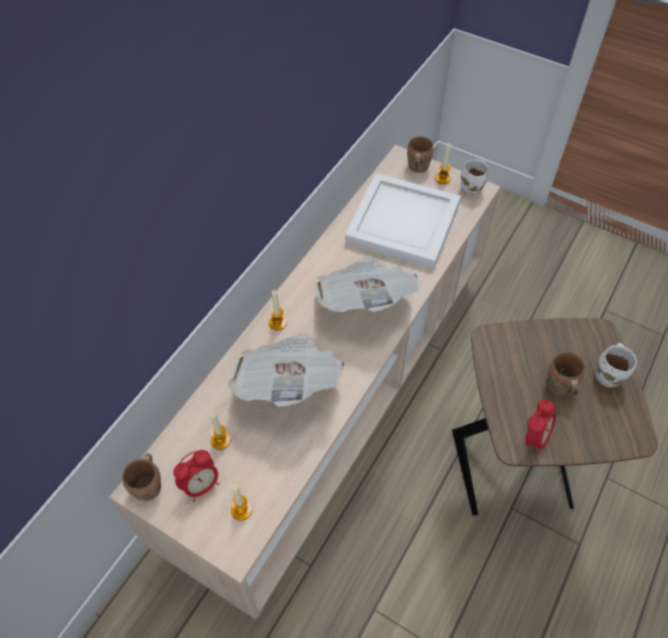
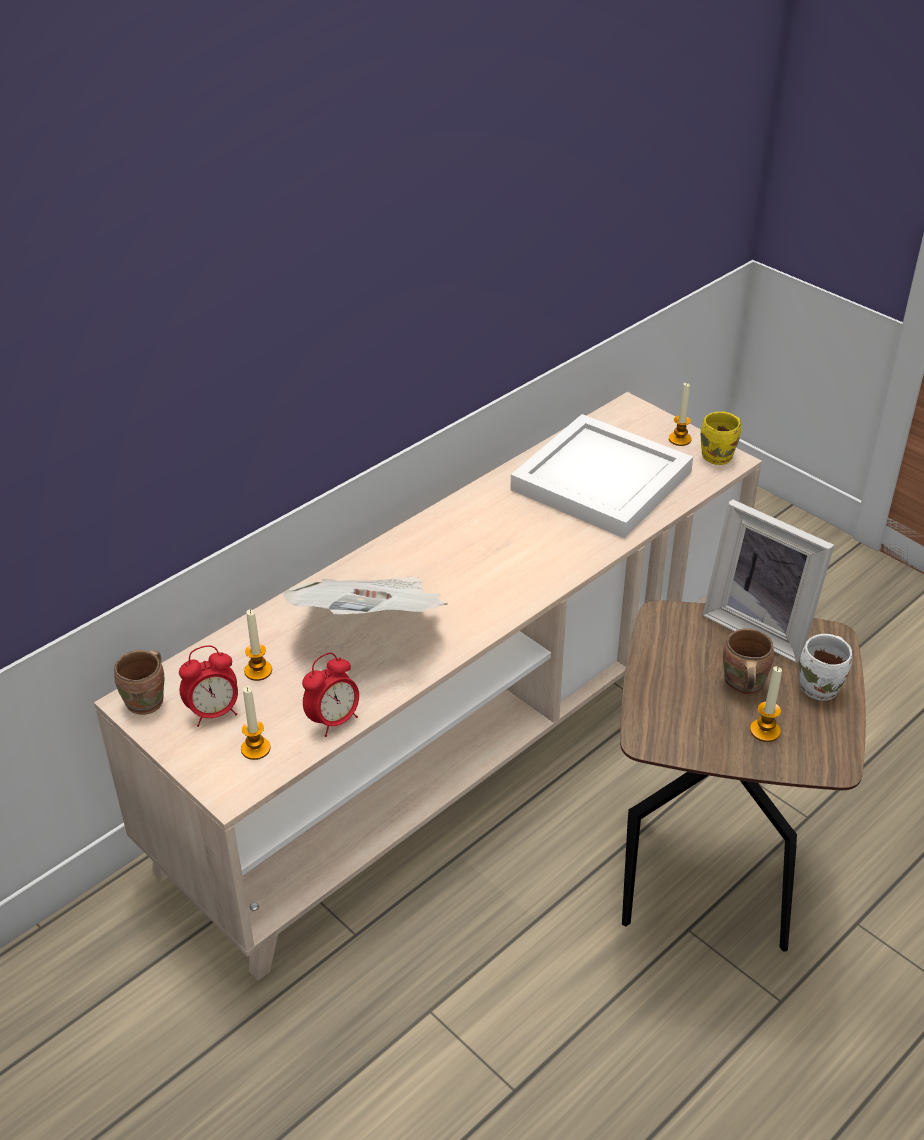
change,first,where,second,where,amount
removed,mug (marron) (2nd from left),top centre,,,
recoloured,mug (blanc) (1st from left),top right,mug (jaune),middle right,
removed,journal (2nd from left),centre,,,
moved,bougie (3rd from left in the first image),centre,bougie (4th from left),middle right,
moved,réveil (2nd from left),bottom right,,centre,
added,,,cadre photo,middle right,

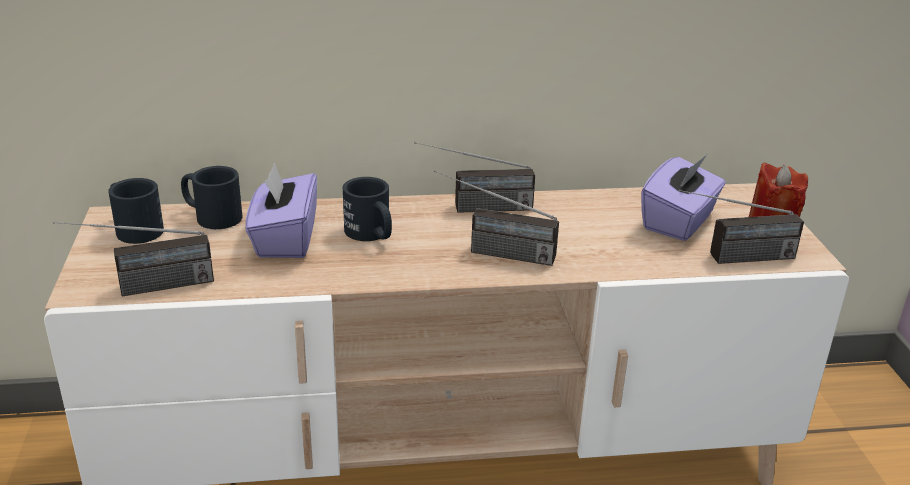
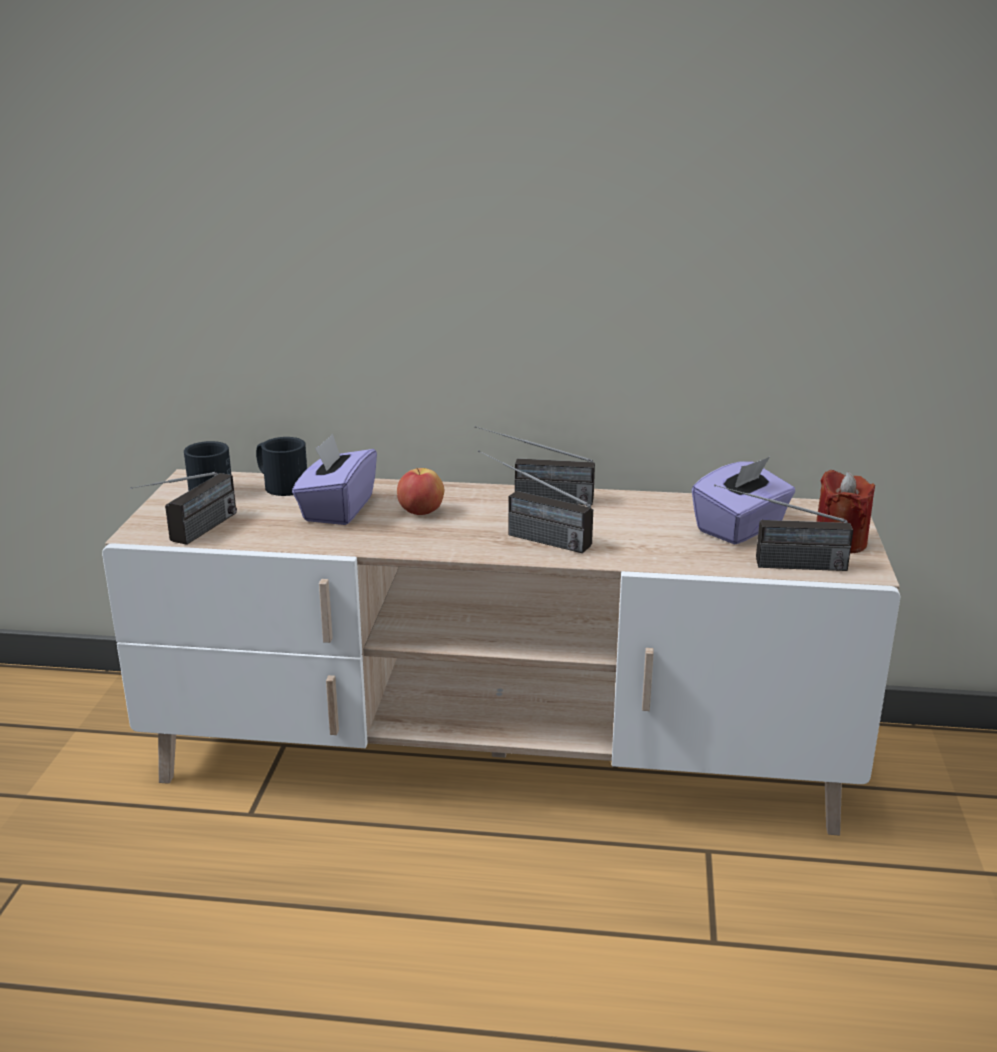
change,first,where,second,where,amount
replaced,mug (noir) (3rd from left),centre,pomme,centre,
turned,radio (1st from left),middle left,,middle left,60 degrees counterclockwise

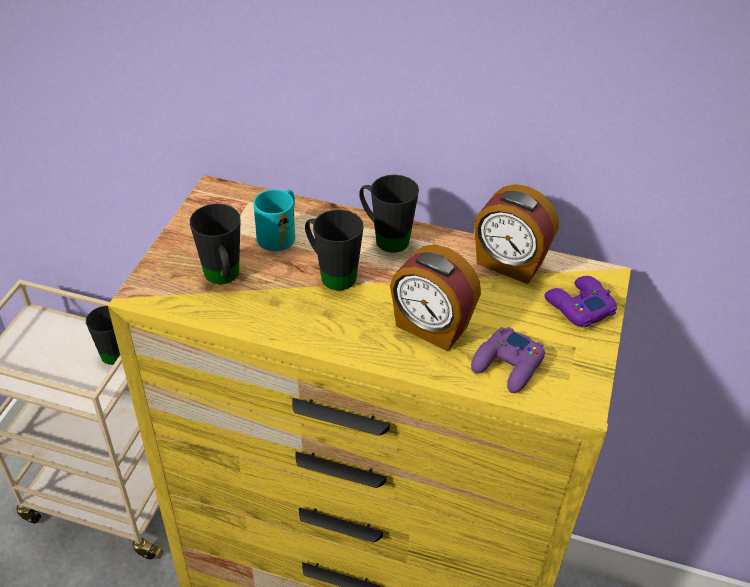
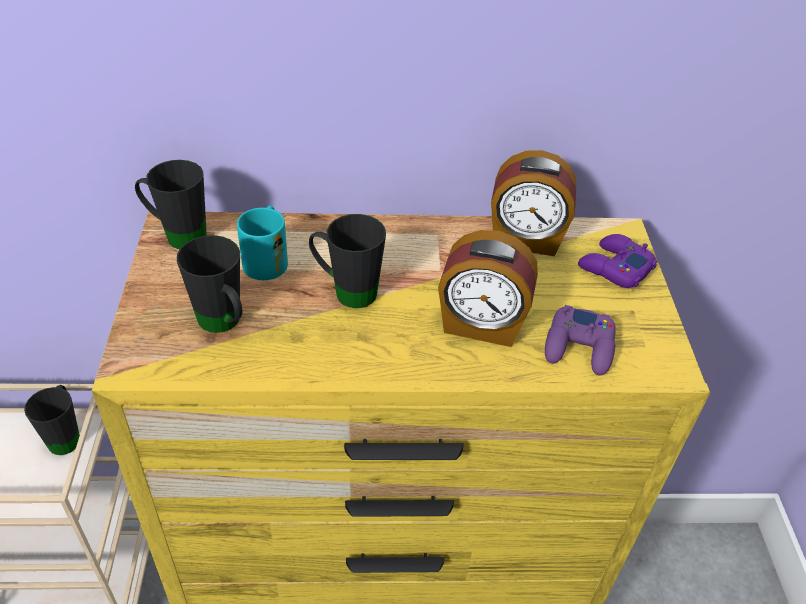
change,first,where,second,where,amount
moved,mug (noir) (4th from left in the first image),centre,mug (noir) (2nd from left),middle left,

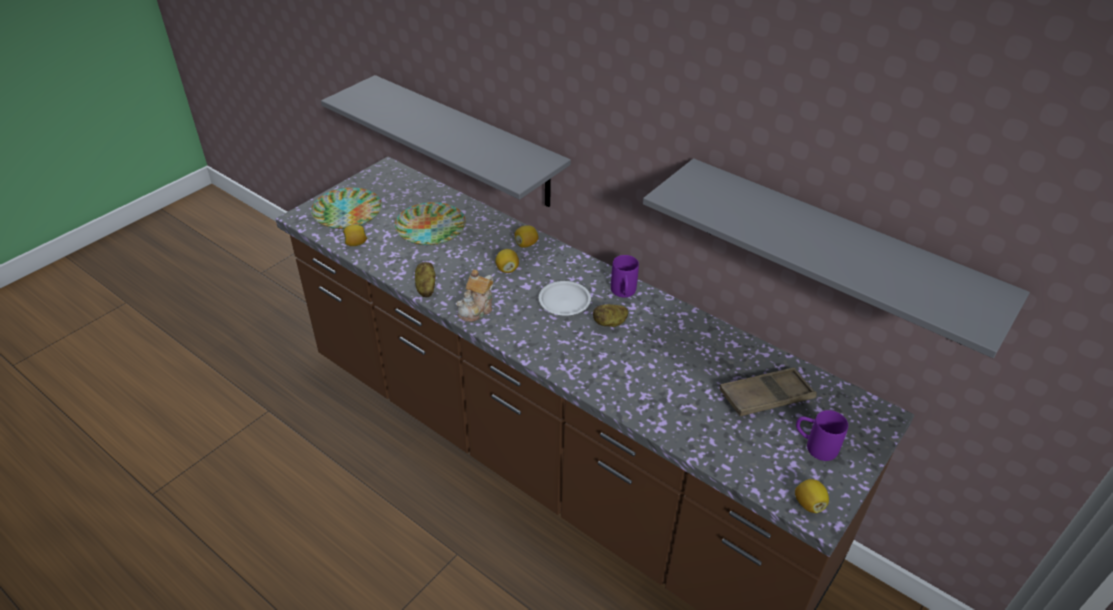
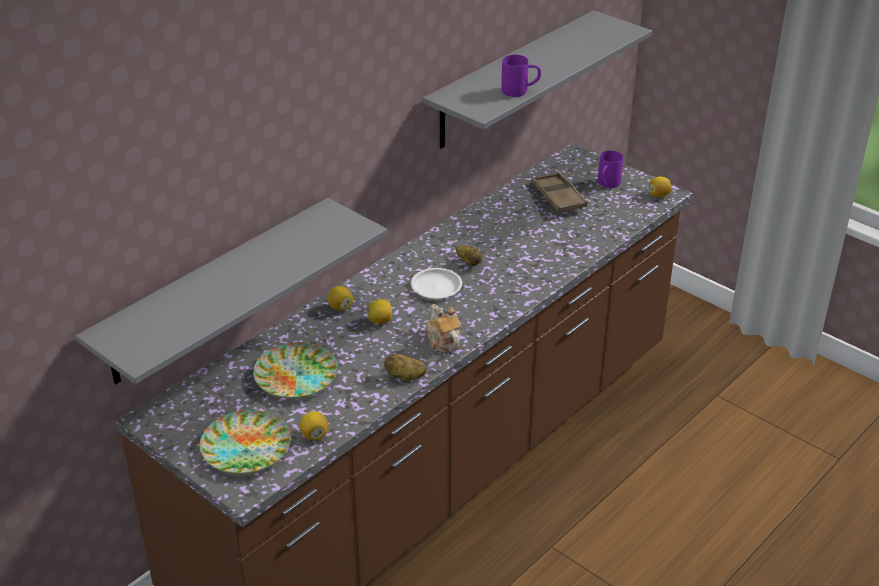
change,first,where,second,where,amount
moved,mug (violet) (1st from left),centre,,top centre,
turned,théière,centre,,centre,150 degrees counterclockwise

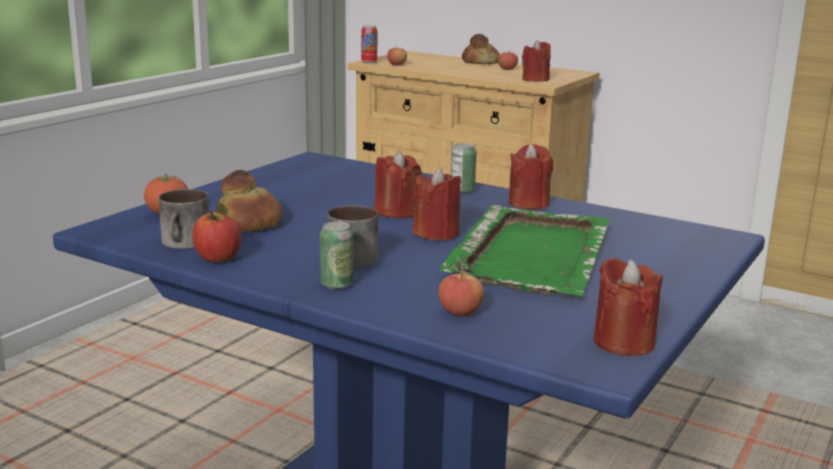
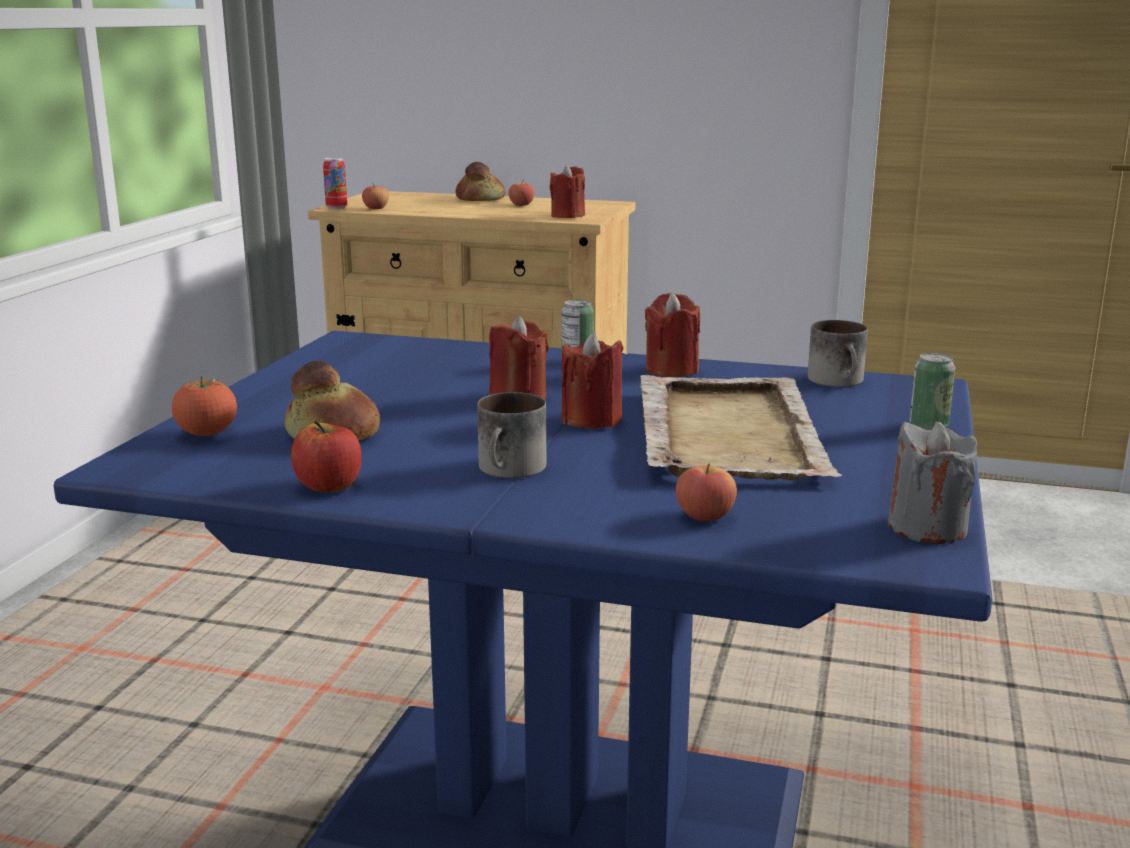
change,first,where,second,where,amount
moved,mug (1st from left in the first image),middle left,mug (2nd from left),middle right,
recoloured,plateau (vert),centre,plateau (beige),centre,
moved,boîte métallique (1st from left in the first image),centre,boîte métallique (3rd from left),middle right,
recoloured,bougie (rouge) (5th from left),middle right,bougie (gris),middle right,

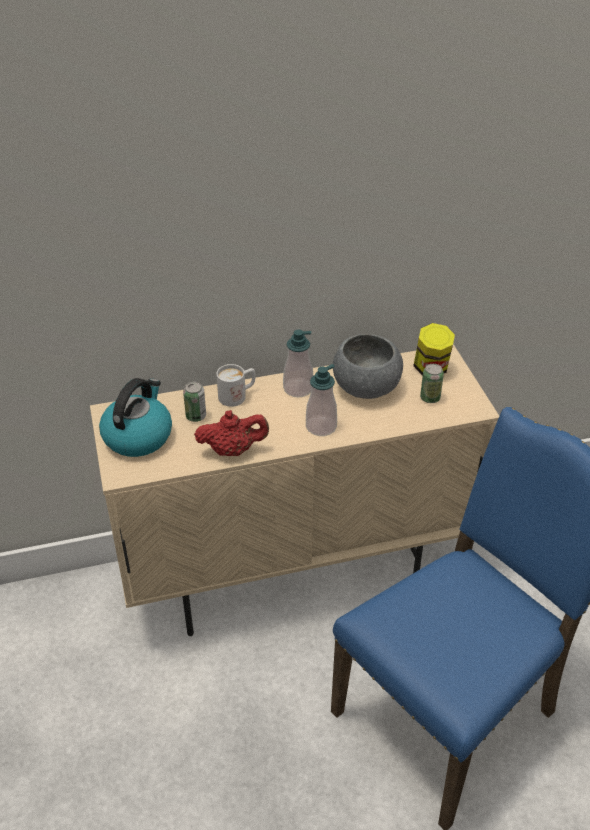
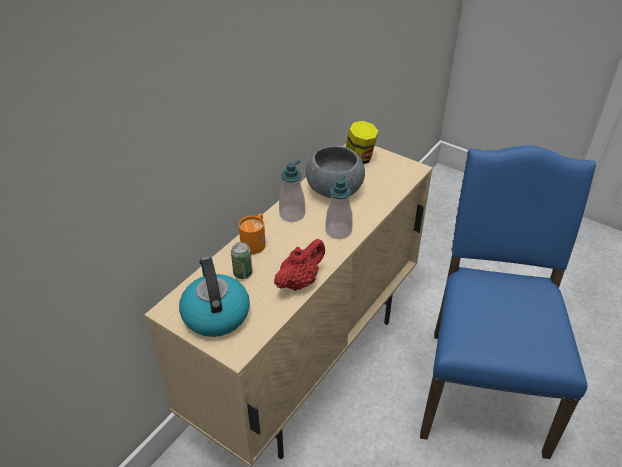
change,first,where,second,where,amount
recoloured,mug (blanc),centre,mug (orange),centre,
removed,boîte métallique (2nd from left),middle right,,,

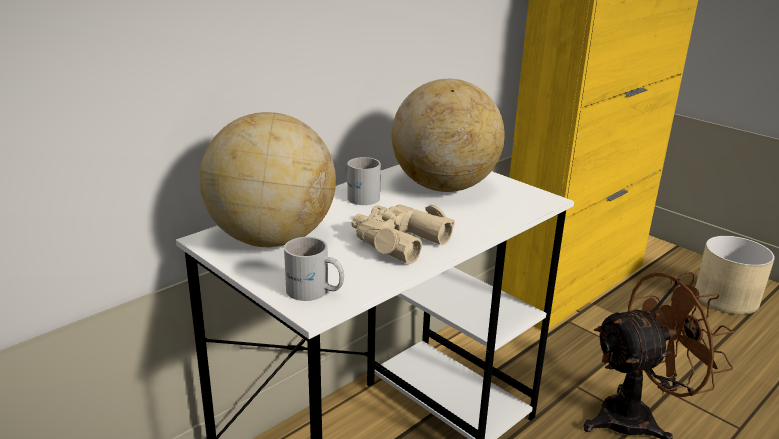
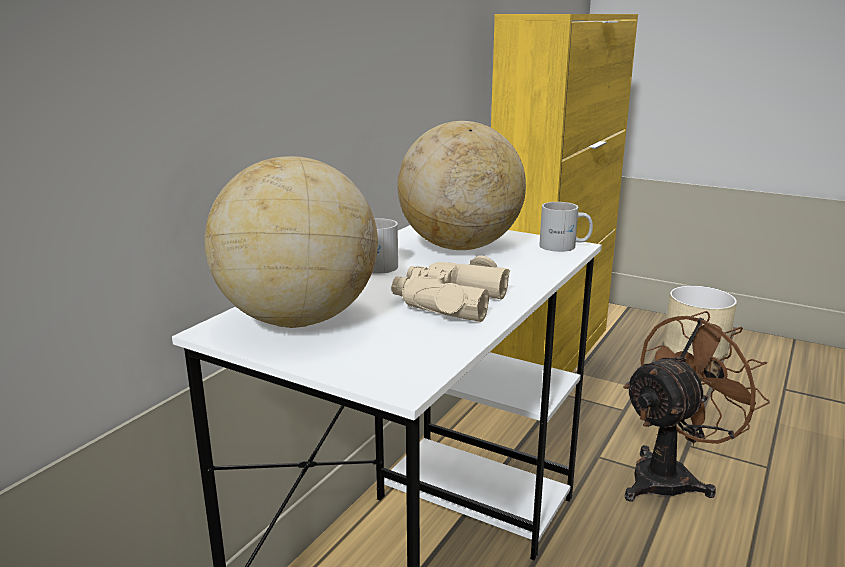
change,first,where,second,where,amount
moved,mug (blanc) (1st from left in the first image),centre,mug (blanc) (2nd from left),middle right,

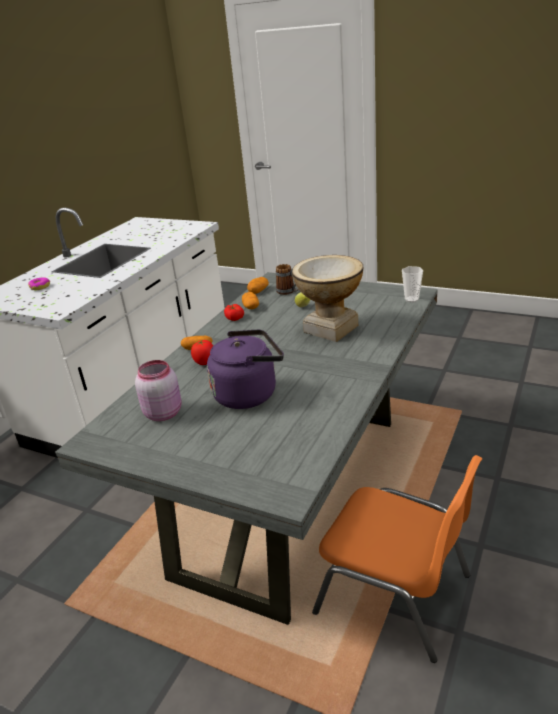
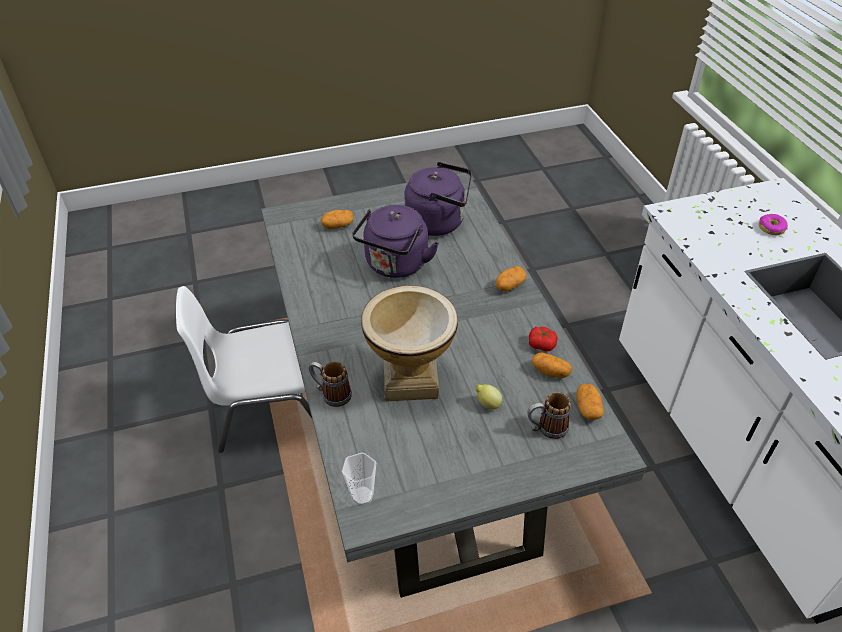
change,first,where,second,where,amount
removed,tomate (1st from left),centre,,,
replaced,bocal (rose),middle left,bouilloire (violet) (2nd from left),top centre,
recoloured,chaise (orange),bottom right,chaise (blanc),middle left,
added,,,pomme de terre (1st from left),centre,
added,,,mug (1st from left),centre,

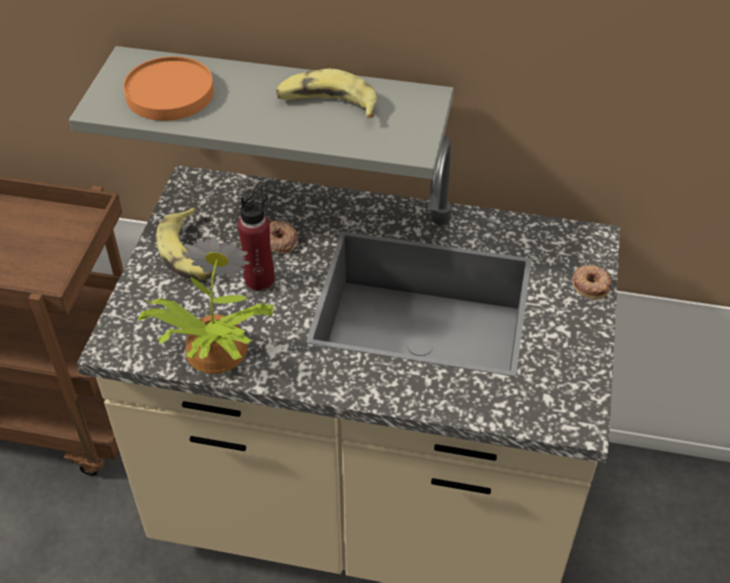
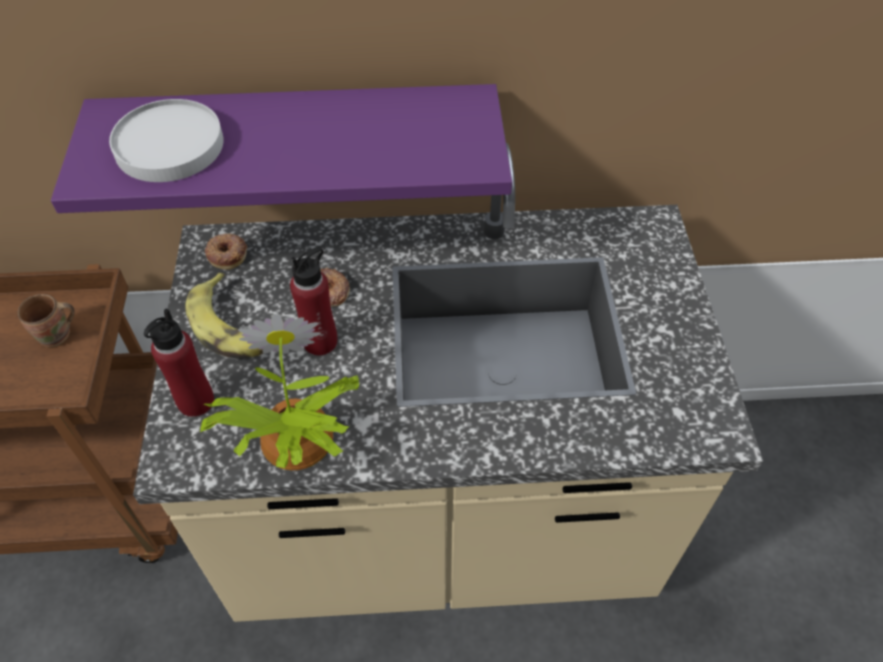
change,first,where,second,where,amount
recoloured,étagère (gris),top centre,étagère (violet),top left,
recoloured,assiette (orange),top left,assiette (blanc),top left,
removed,banane (2nd from left),top centre,,,
moved,beignet (2nd from left in the first image),middle right,beignet (1st from left),middle left,
added,,,mug (marron),middle left,
added,,,bouteille (rouge) (1st from left),middle left,

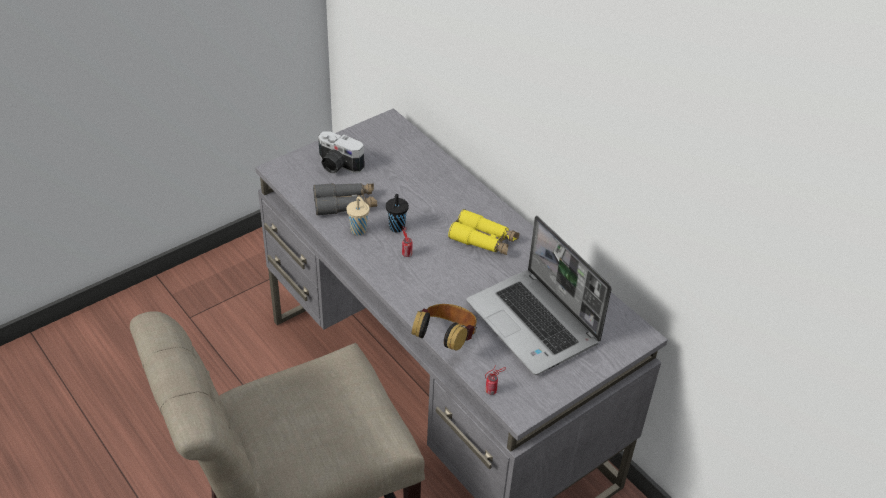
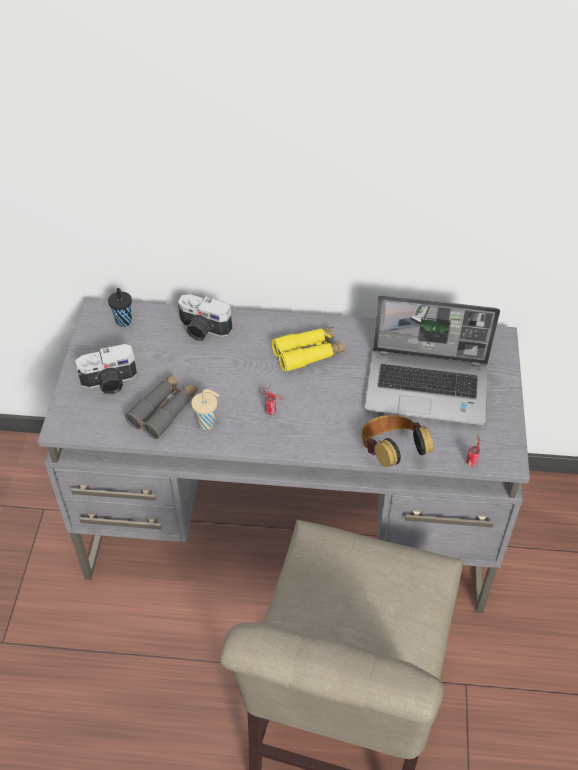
change,first,where,second,where,amount
moved,tasse (noir),centre,,middle left,
added,,,appareil photo (2nd from left),centre,

